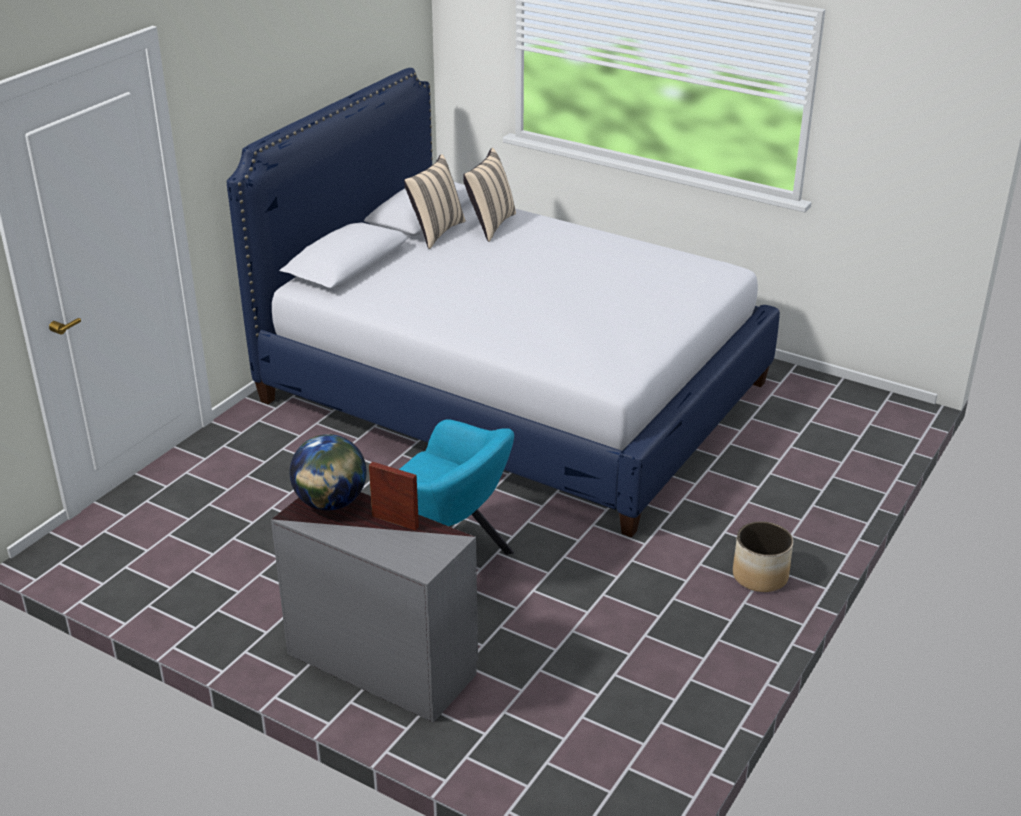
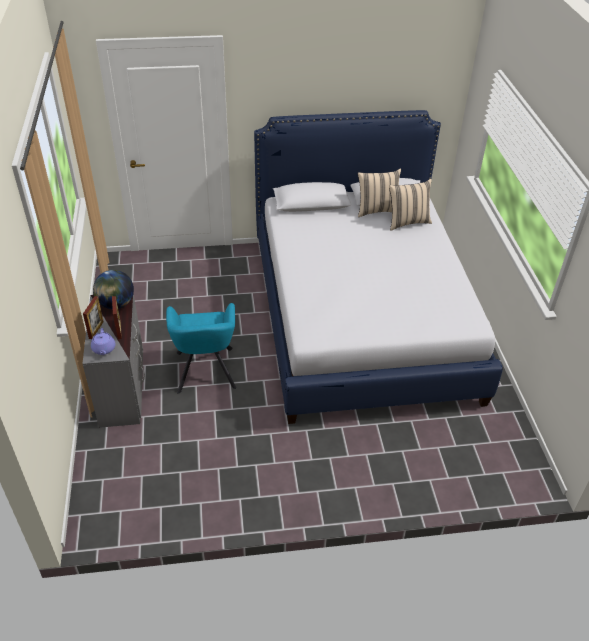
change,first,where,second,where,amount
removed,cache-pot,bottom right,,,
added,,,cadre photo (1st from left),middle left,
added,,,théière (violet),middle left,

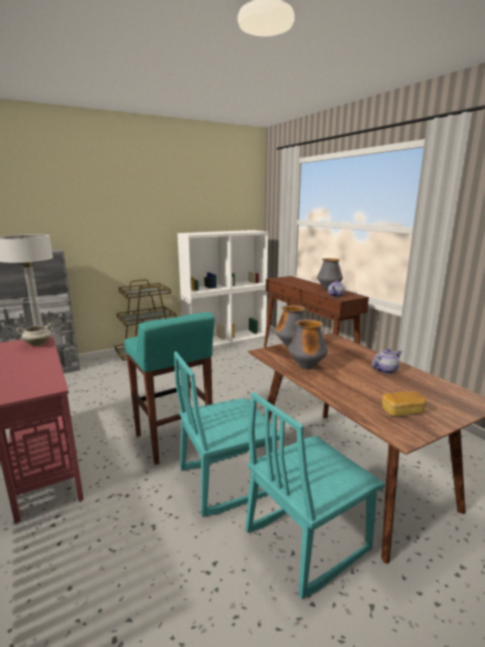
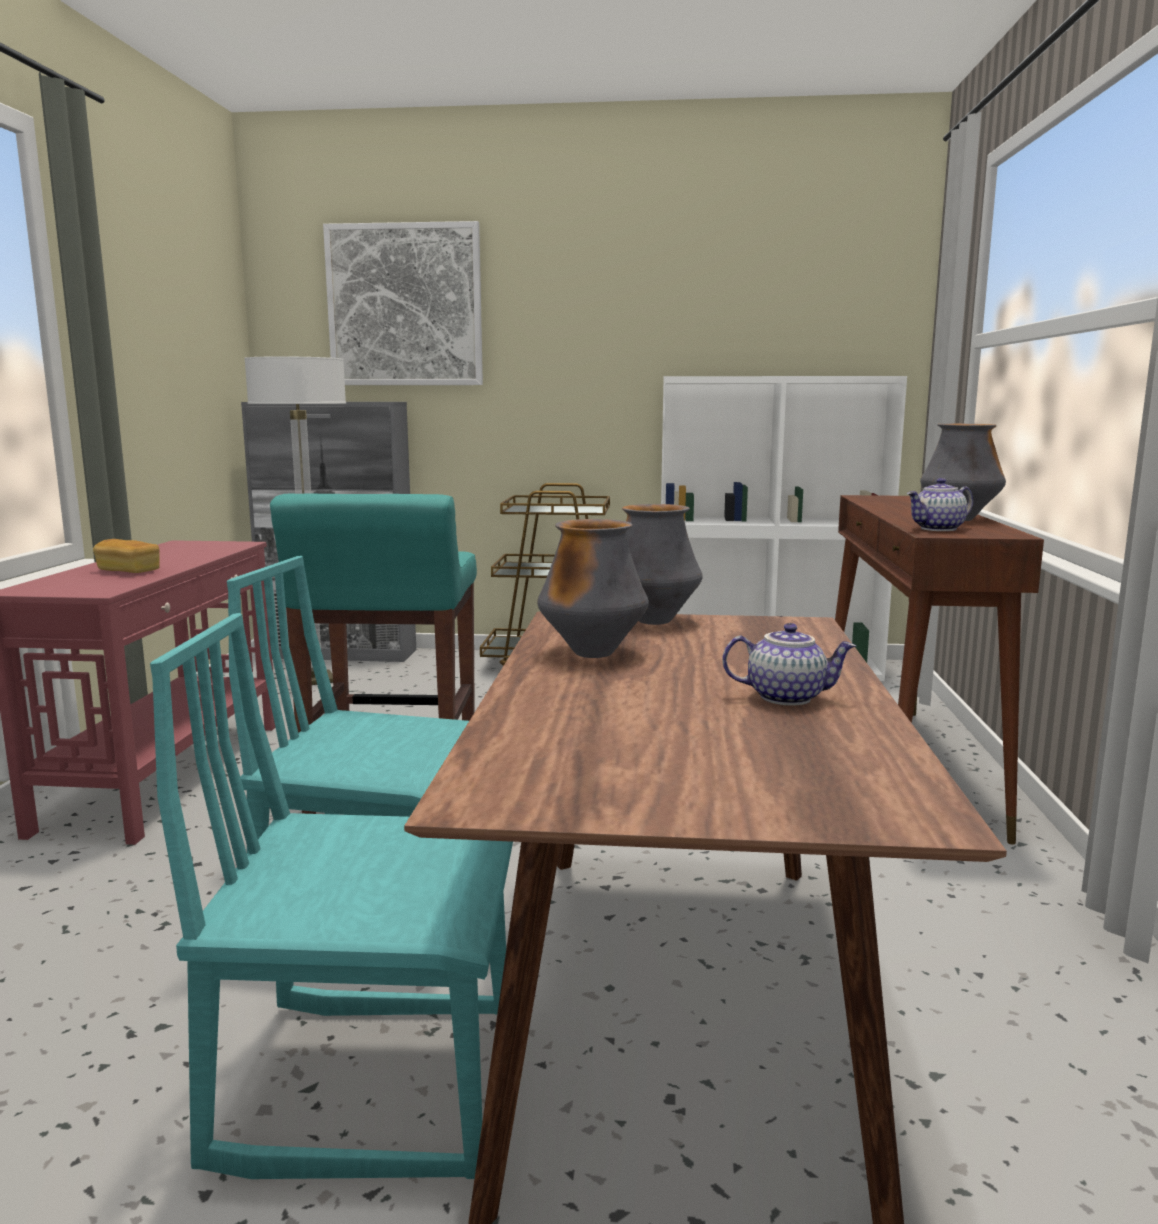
change,first,where,second,where,amount
removed,marmite (blanc),middle left,,,
moved,pain,middle right,,middle left,
added,,,tableau,top centre,

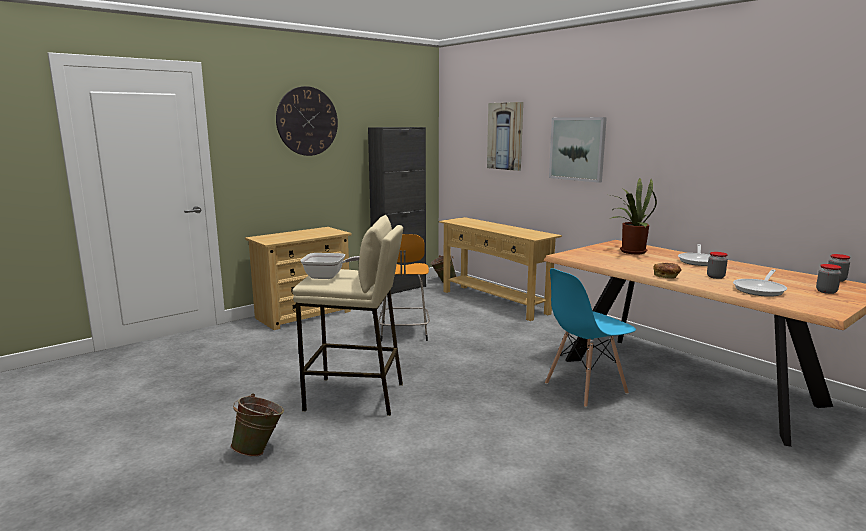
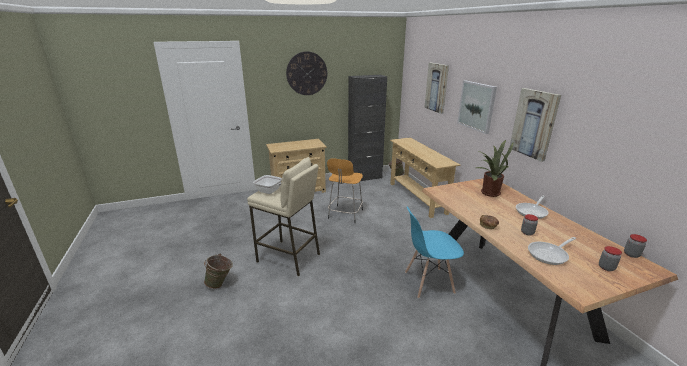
change,first,where,second,where,amount
added,,,tableau (3rd from left),middle right,

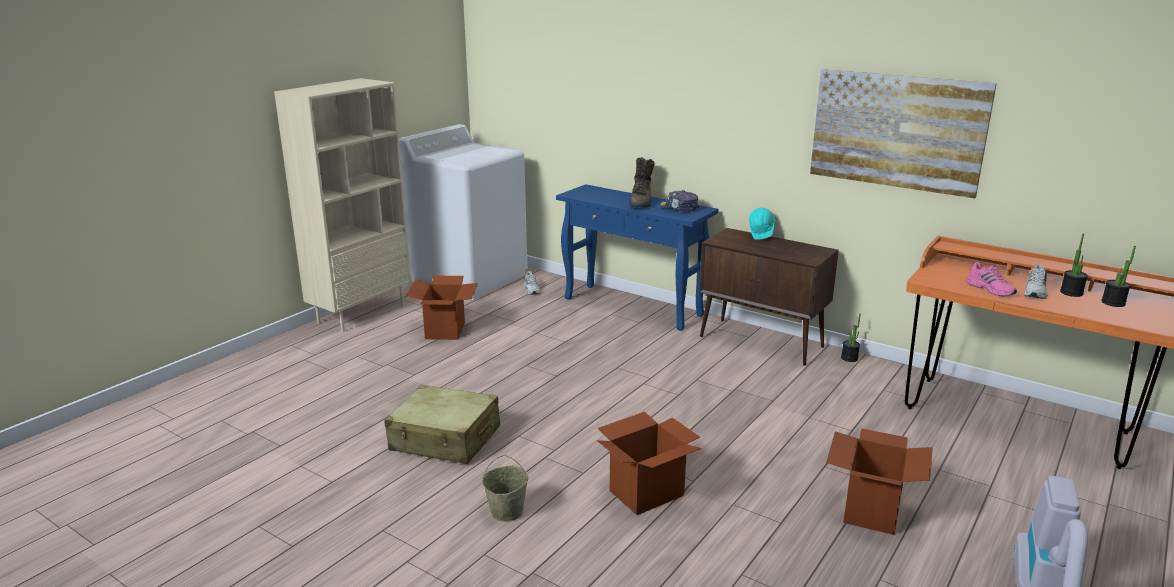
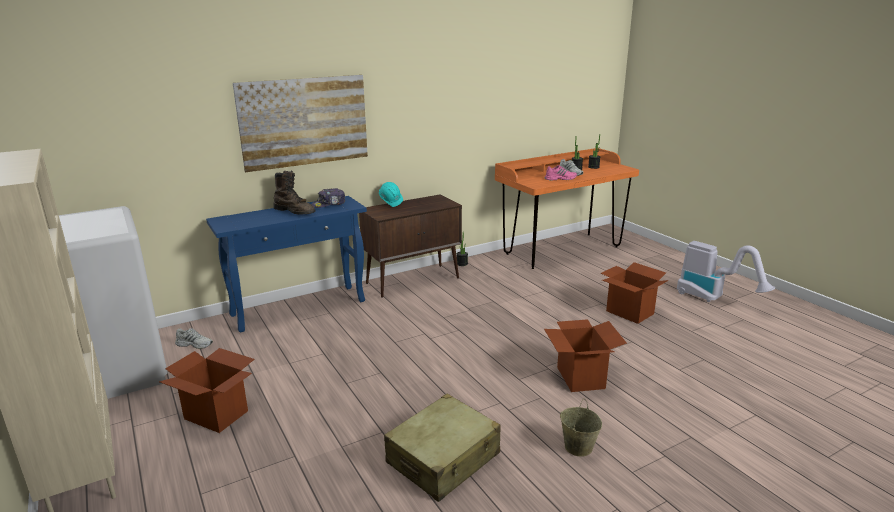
change,first,where,second,where,amount
moved,tableau,top right,,top centre,

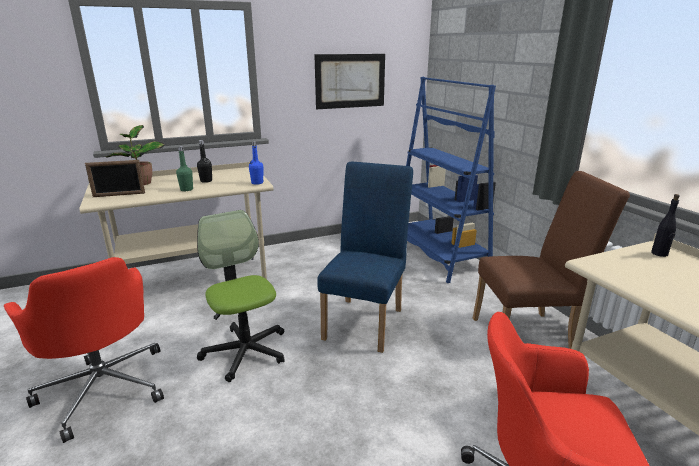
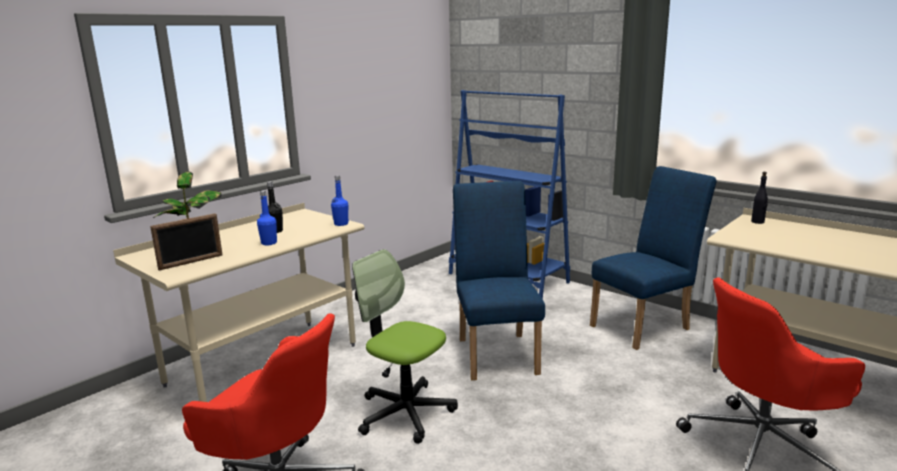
change,first,where,second,where,amount
removed,tableau,top centre,,,
recoloured,bouteille (vert),middle left,bouteille (bleu) (1st from left),middle left,
recoloured,chaise (marron),middle right,chaise (bleu) (2nd from left),middle right,

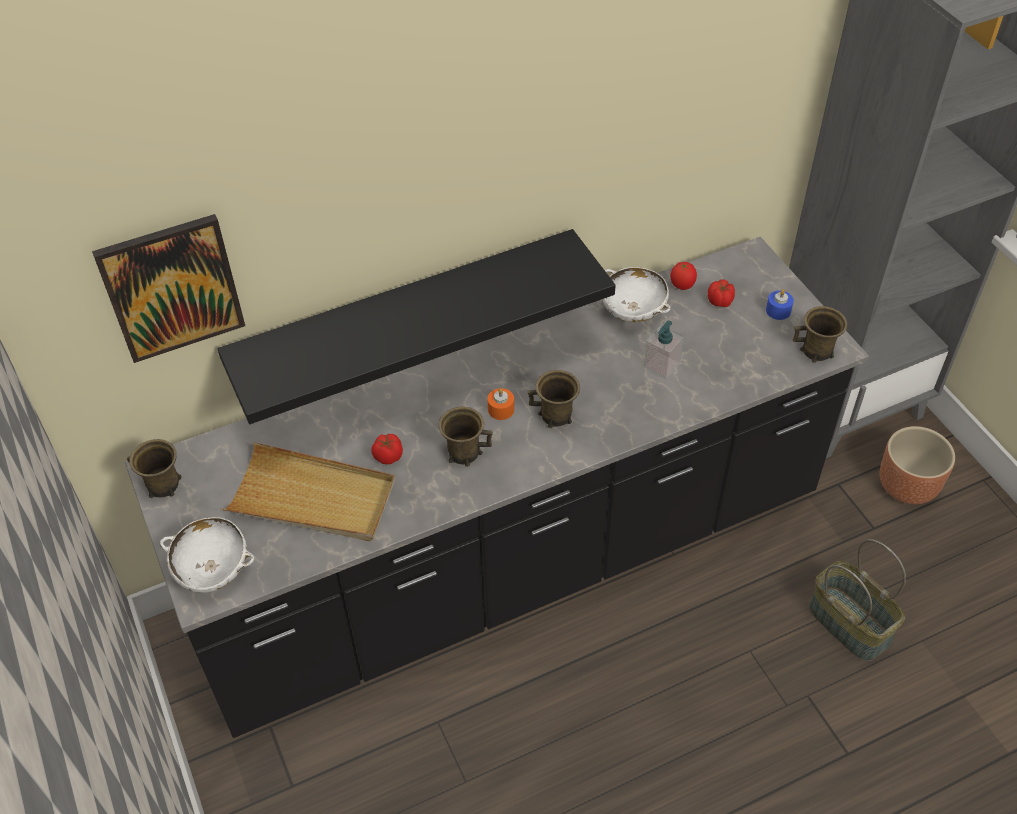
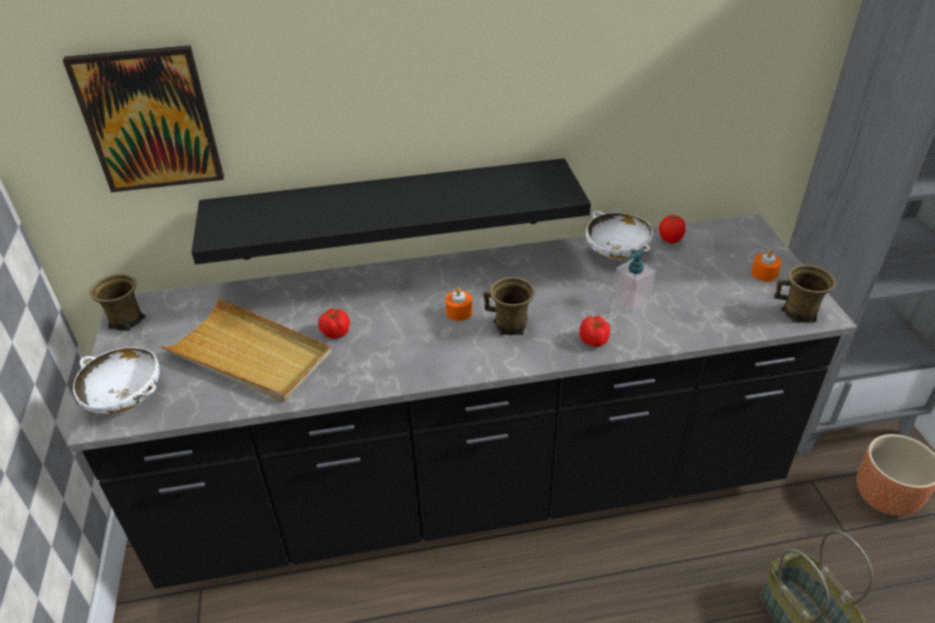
change,first,where,second,where,amount
moved,tomate (3rd from left in the first image),middle right,tomate (2nd from left),centre,
recoloured,bougie (bleu),middle right,bougie (orange) (2nd from left),middle right,
removed,mug (marron) (2nd from left),centre,,,

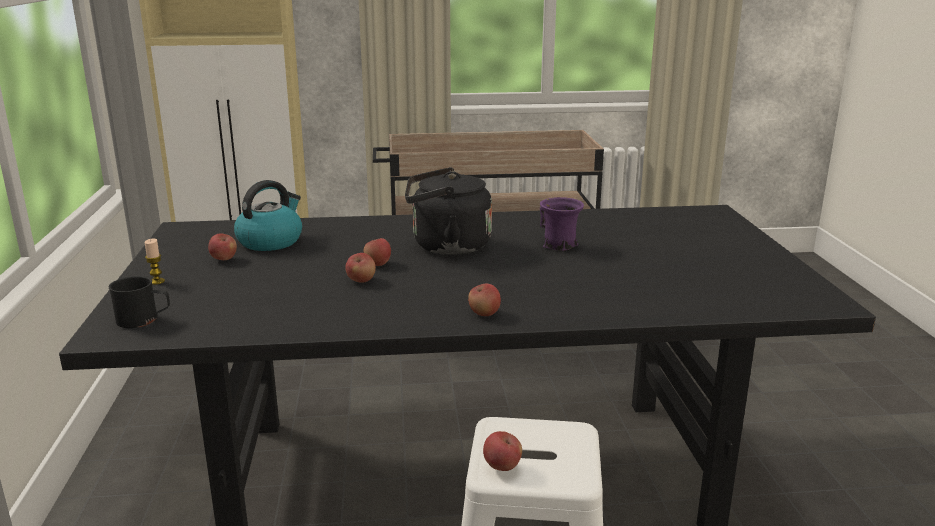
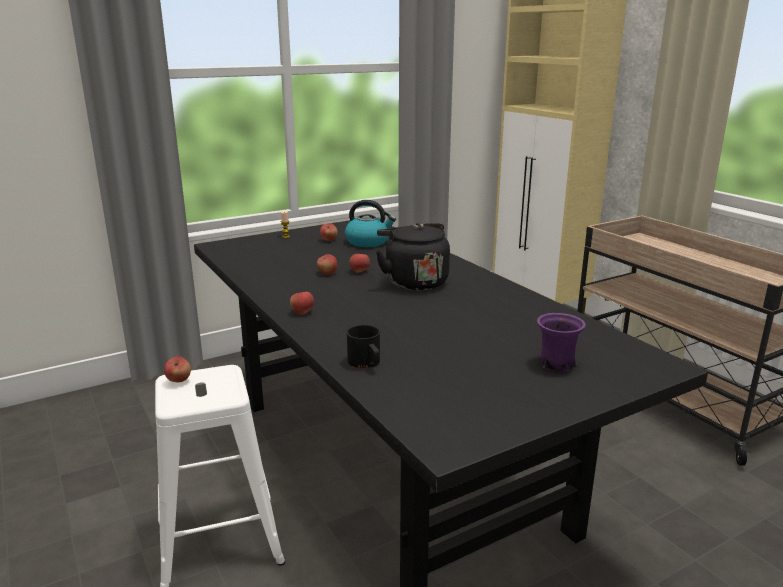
change,first,where,second,where,amount
moved,mug (violet),centre,,middle right,
moved,mug (noir),middle left,,centre,

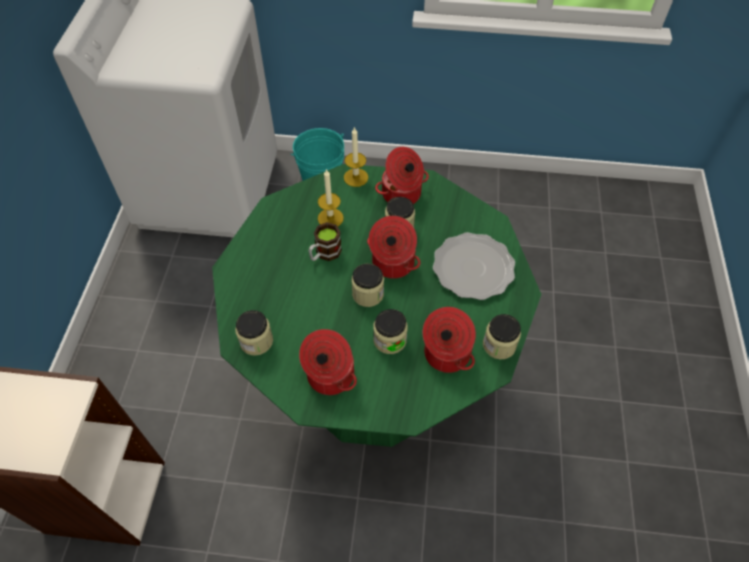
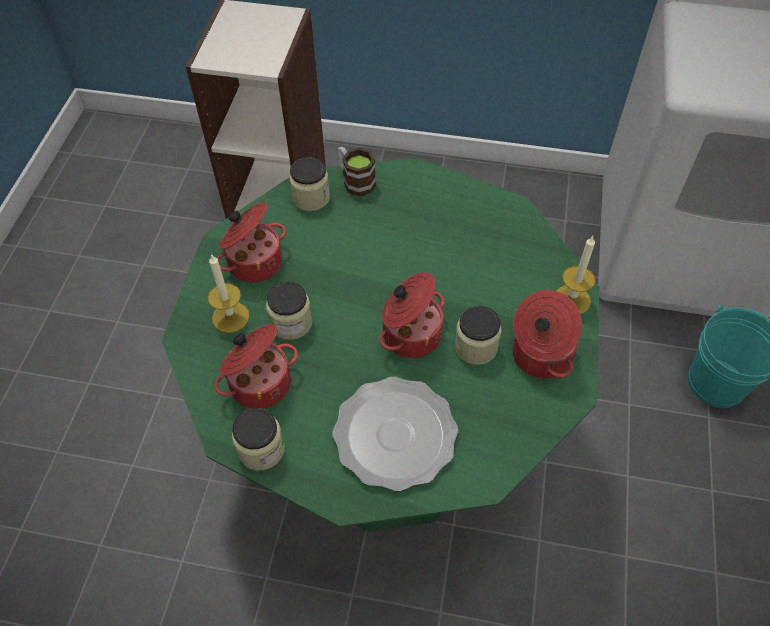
change,first,where,second,where,amount
moved,bougie (1st from left),centre,,middle left,
moved,mug,centre,,top centre,
removed,bocal (2nd from left),centre,,,

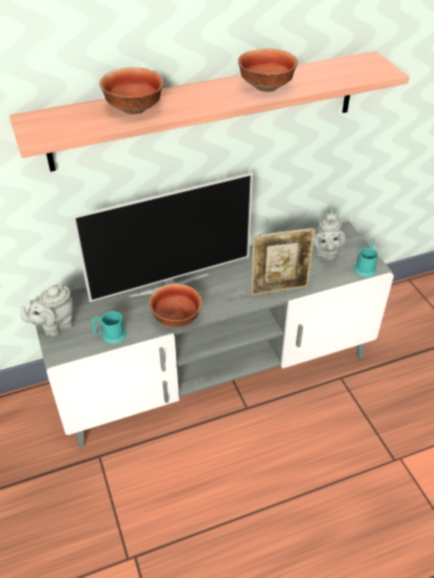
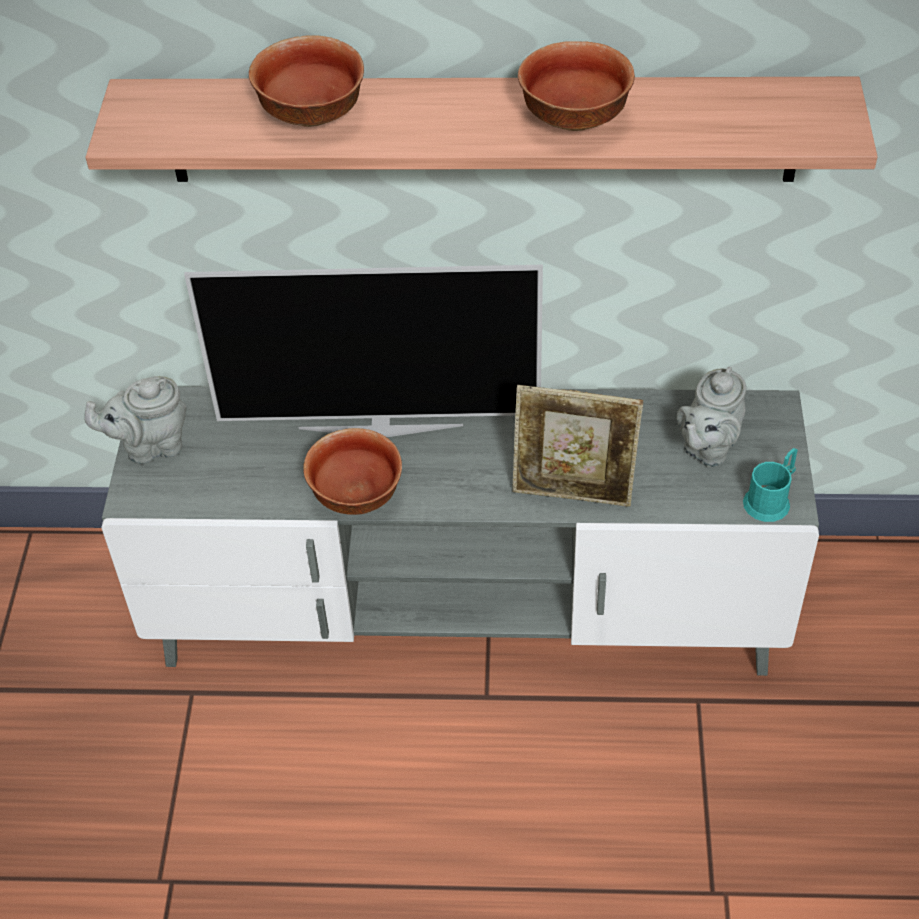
change,first,where,second,where,amount
removed,mug (turquoise) (1st from left),middle left,,,

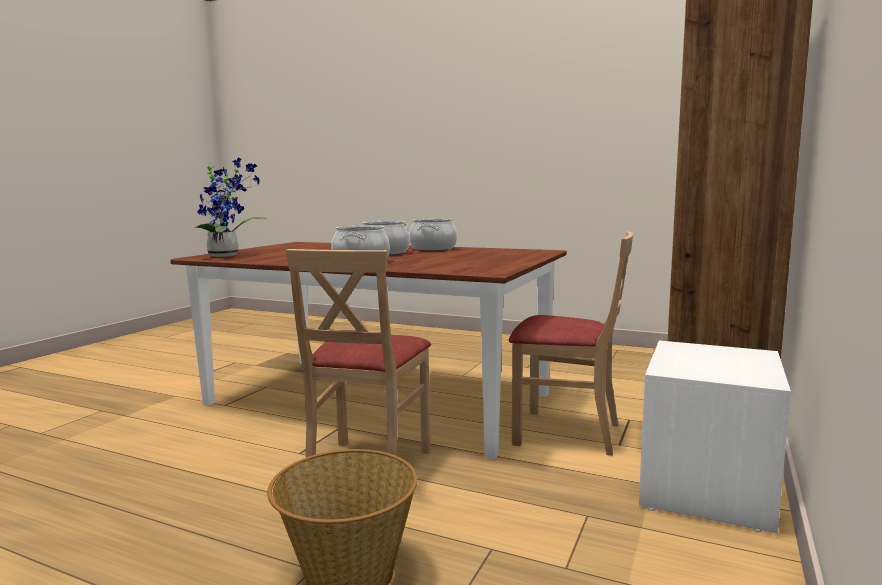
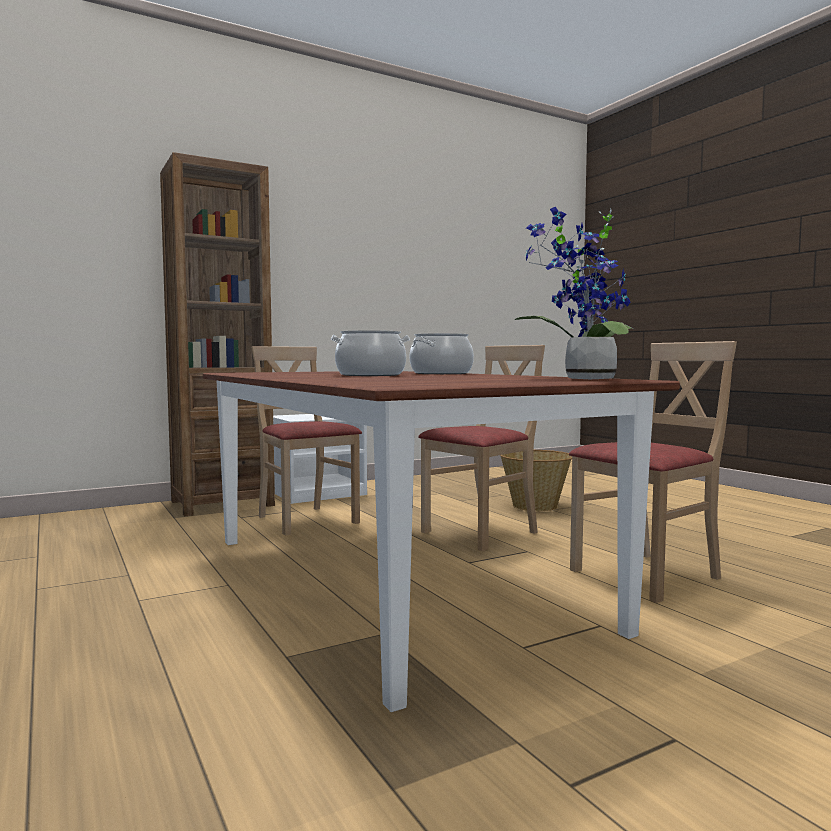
change,first,where,second,where,amount
removed,marmite (3rd from left),centre,,,
added,,,chaise (beige) (3rd from left),middle right,

